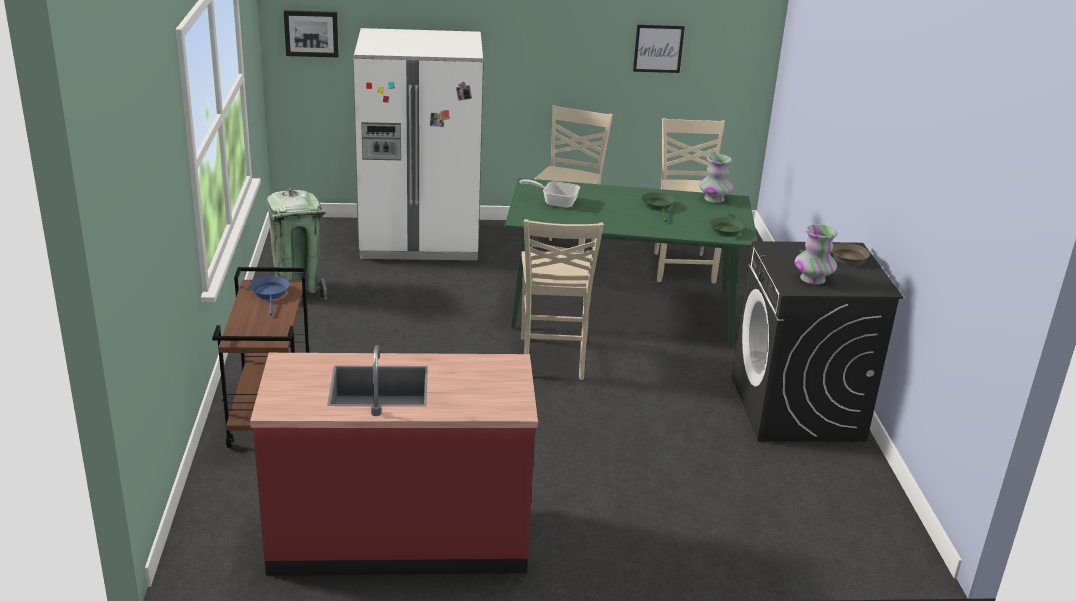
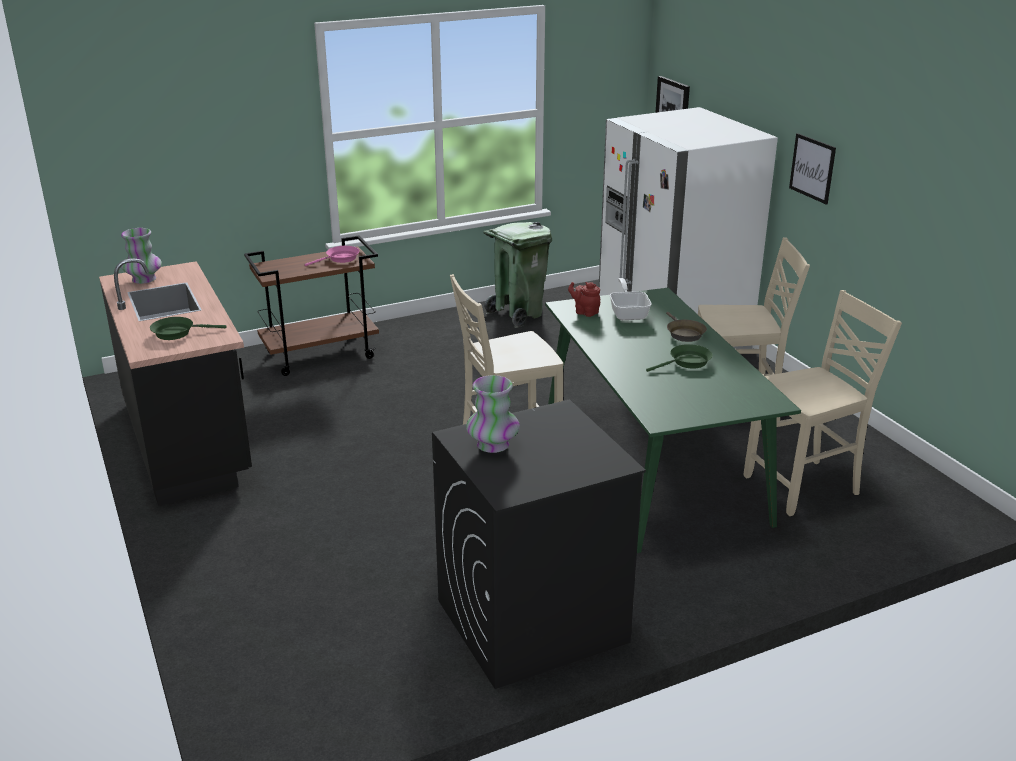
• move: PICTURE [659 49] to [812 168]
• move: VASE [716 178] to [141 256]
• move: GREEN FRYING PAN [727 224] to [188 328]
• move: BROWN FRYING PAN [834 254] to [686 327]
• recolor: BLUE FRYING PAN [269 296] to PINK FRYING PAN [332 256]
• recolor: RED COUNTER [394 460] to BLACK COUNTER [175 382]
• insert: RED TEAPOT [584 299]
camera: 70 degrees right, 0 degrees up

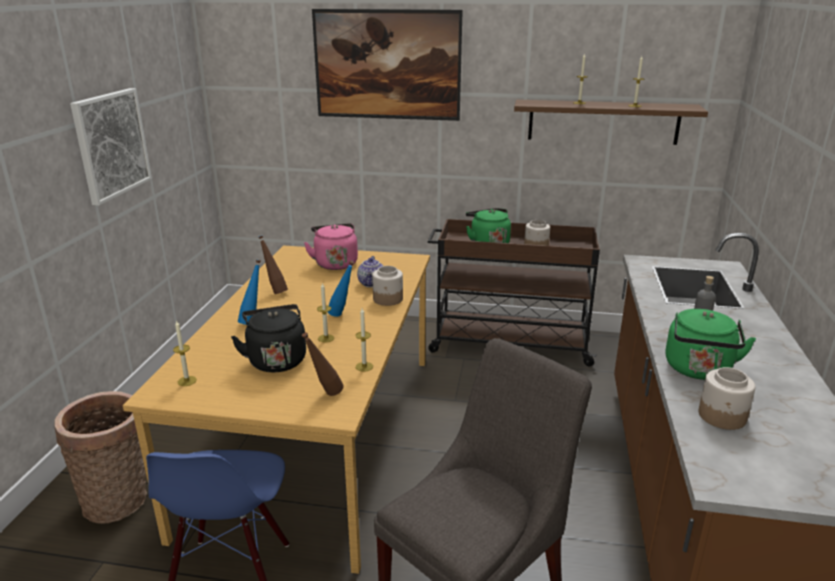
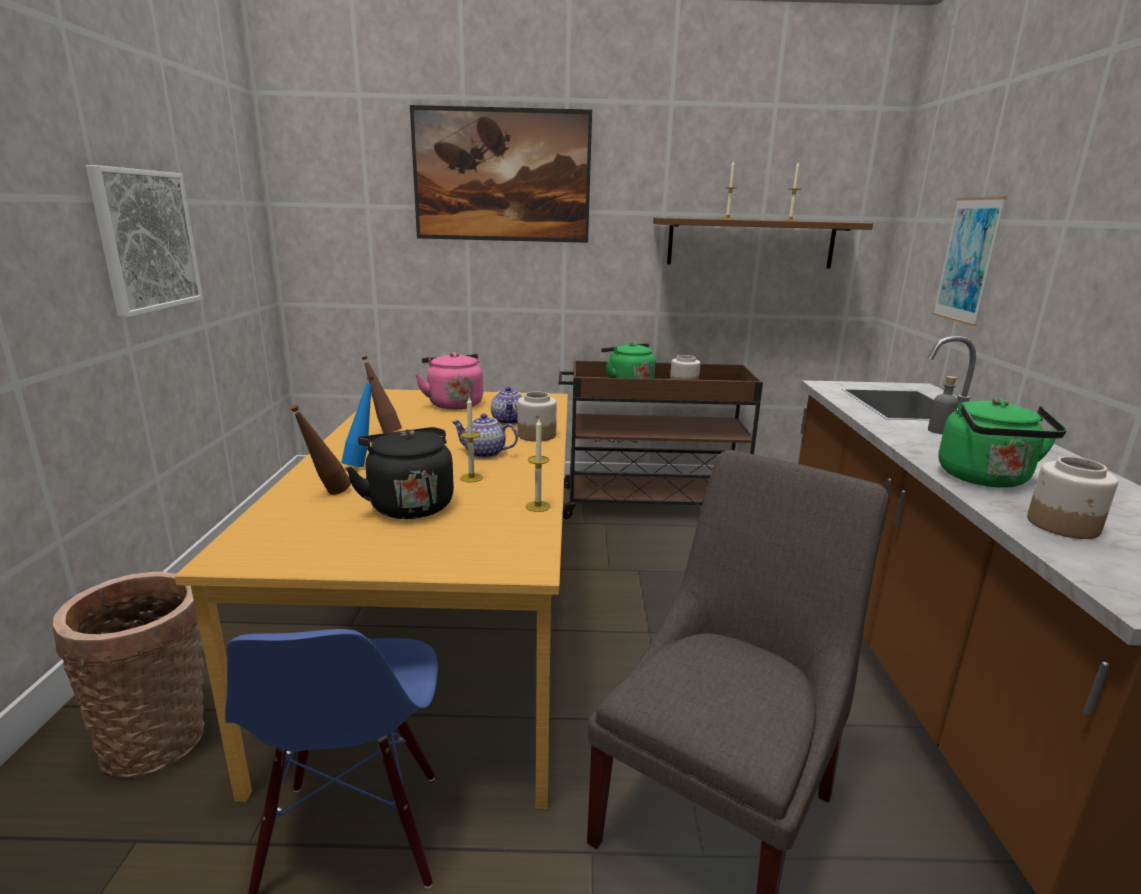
• replace: BLUE BOTTLE [341 289] to TEAPOT [484 436]
• delete: CANDLE [185 353]
• move: BROWN BOTTLE [323 364] to [320 450]
• insert: PICTURE [969 261]
camera: 10 degrees left, 5 degrees down

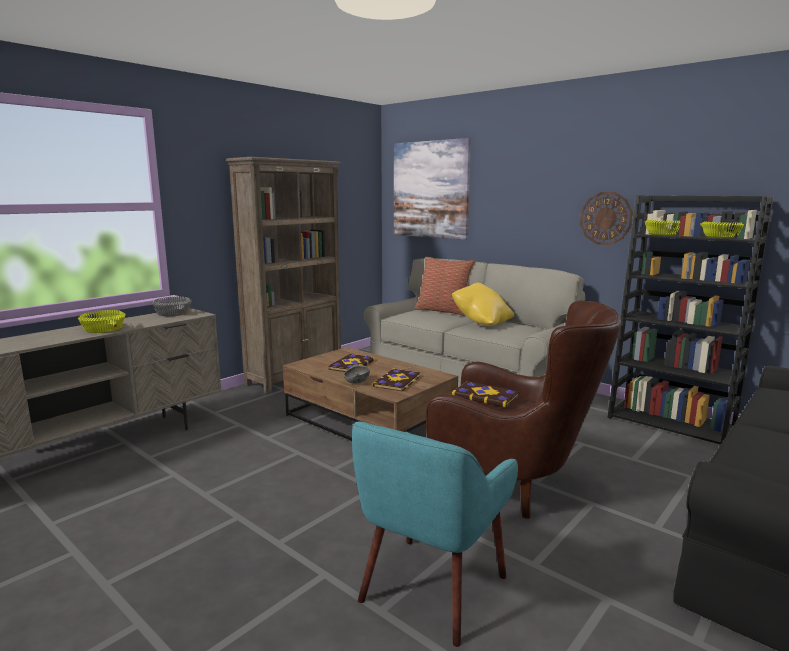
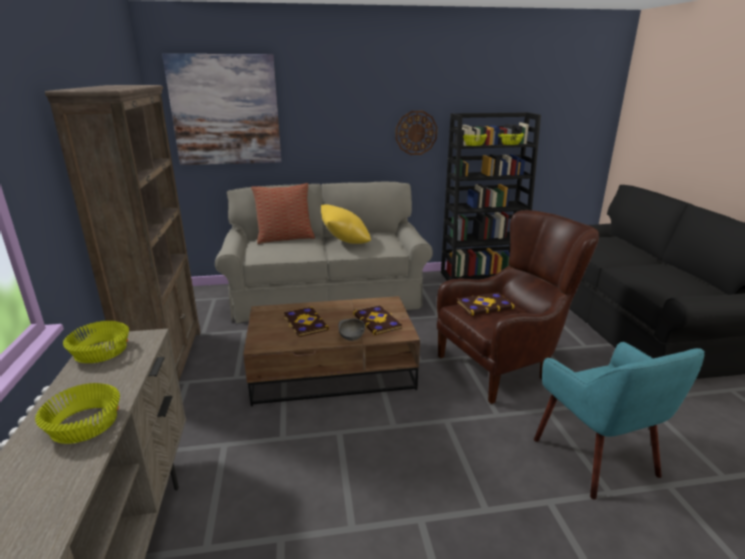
• recolor: GREY BOWL [172 306] to YELLOW BOWL [96 342]
camera: 50 degrees left, 10 degrees up

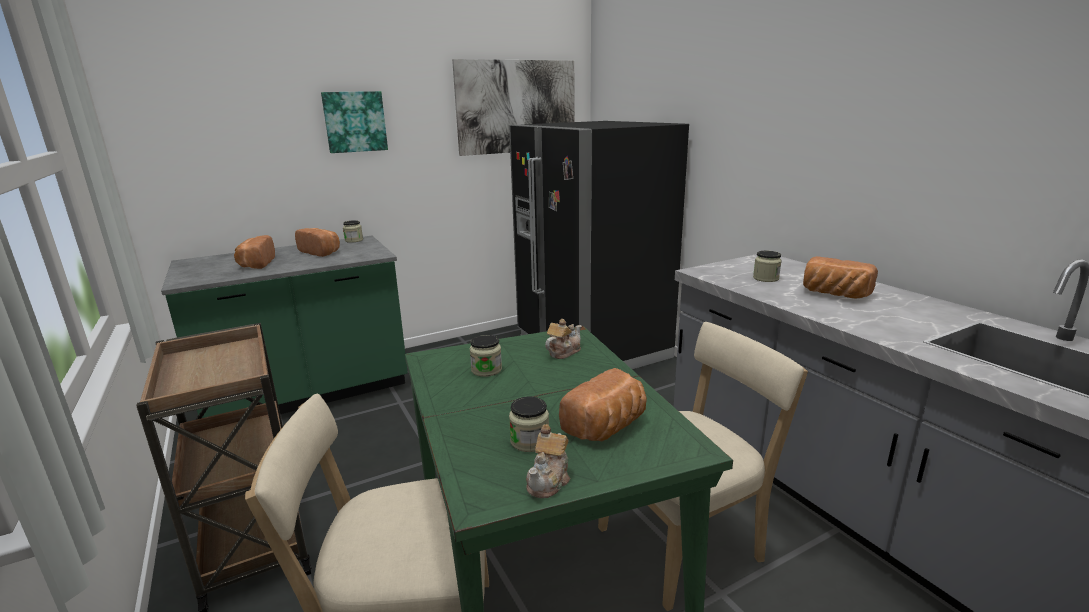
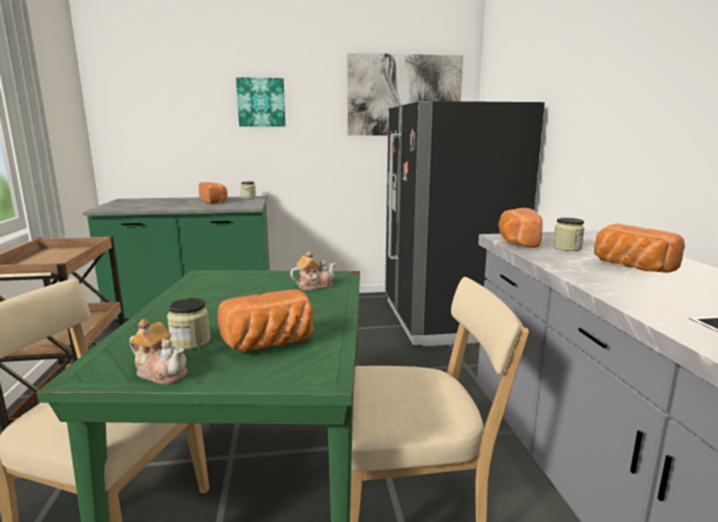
• move: BREAD [254 252] to [520 228]
• delete: JAR [486 356]
• rotate: TEAPOT [548 461] = [158 351] 105 degrees counterclockwise
camera: 20 degrees right, 5 degrees down

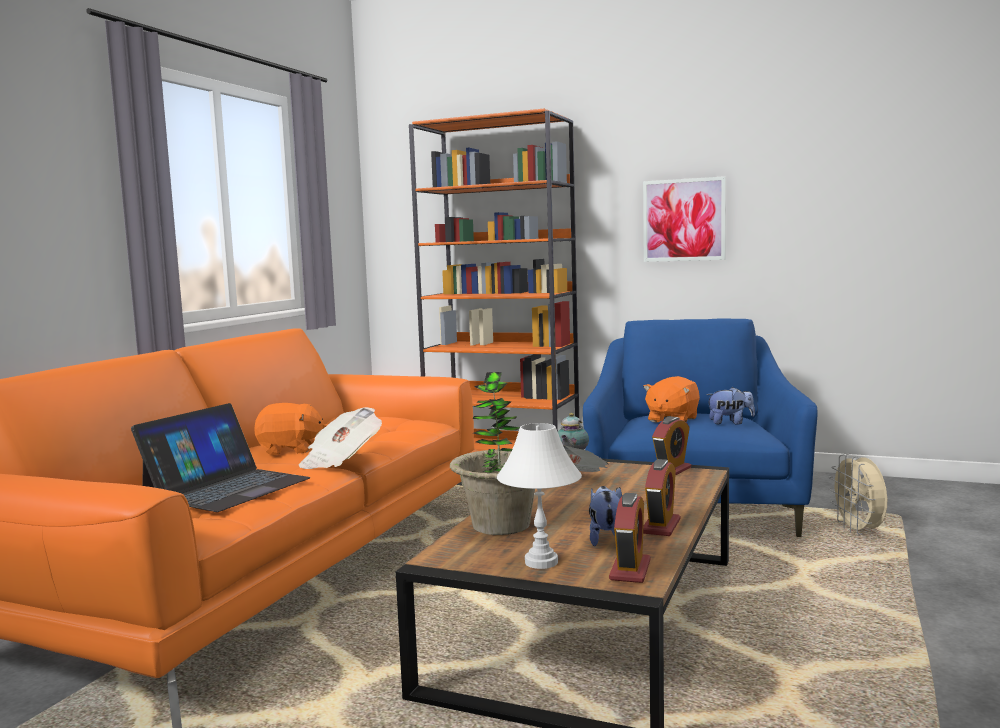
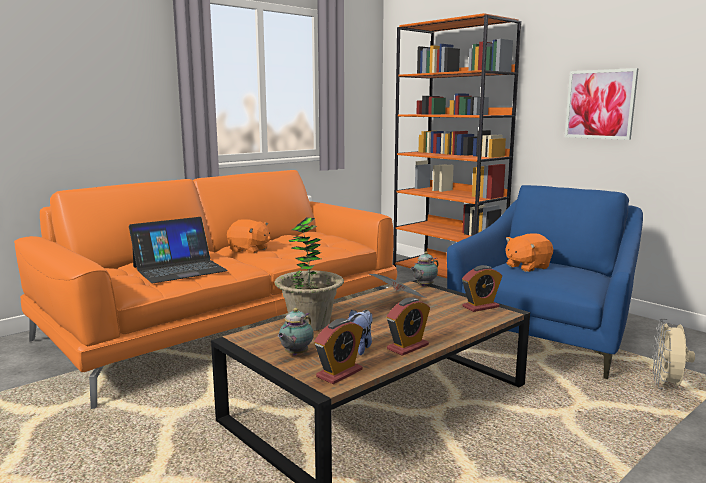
• delete: PLUSH TOY [730 406]
• delete: NEWSPAPER [340 438]
• replace: WHITE TABLE LAMP [539 496] to TEAPOT [296 332]
camera: 25 degrees right, 5 degrees up

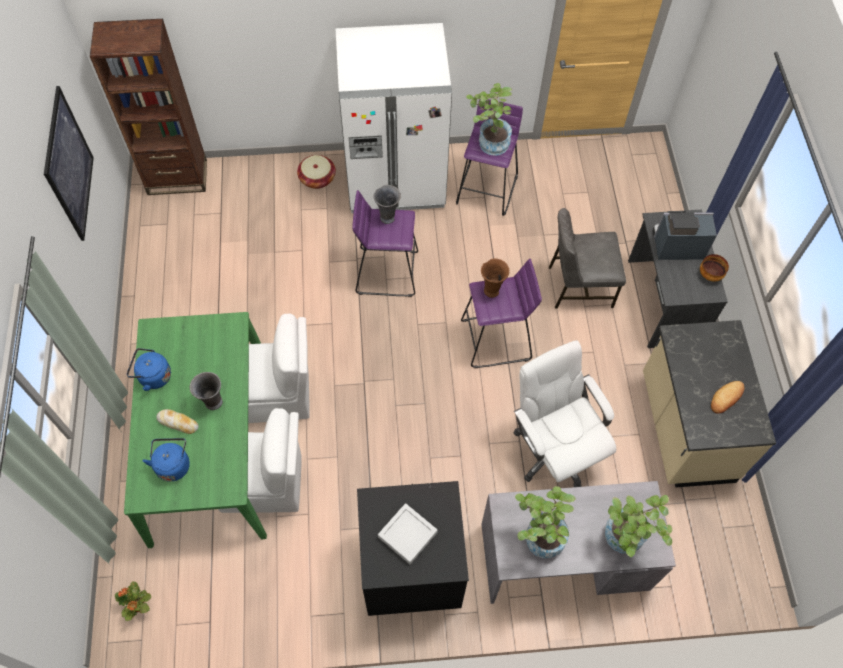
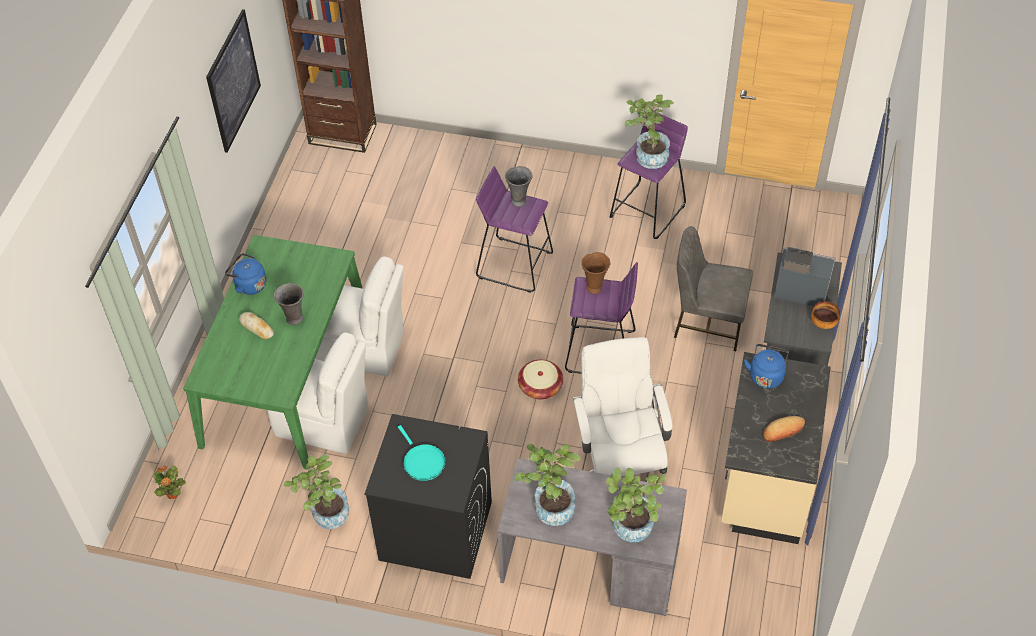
• delete: WHITE FRIDGE [394 118]
• move: BASKET [316 172] to [540 380]
• move: BLUE KETTLE [166 460] to [766 366]
• replace: GREY TRAY [408 533] to TURQUOISE FRYING PAN [422 453]
• insert: POTTED PLANT [316 492]
camera: 20 degrees right, 10 degrees down

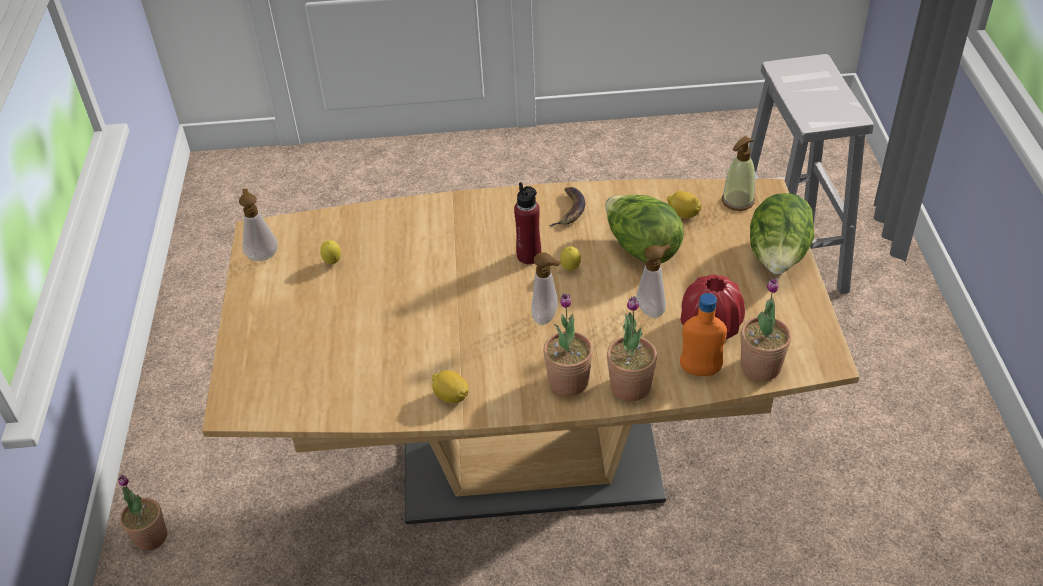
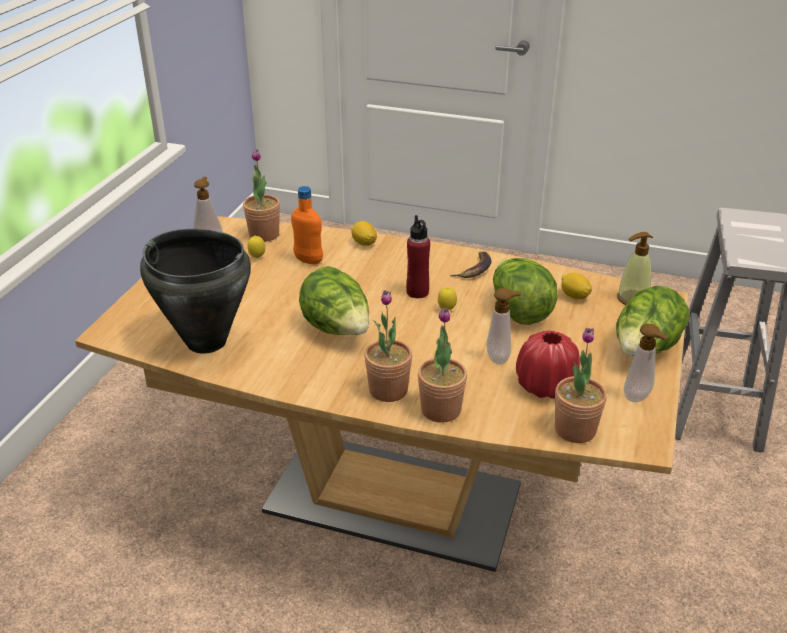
• move: SOAP DISPENSER [546 288] to [646 363]
• move: ORANGE BOTTLE [703 334] to [307 225]
• move: LEMON [450 386] to [364 233]
• move: POTTED PLANT [142 513] to [261 195]
• insert: BLACK COOKING POT [195 291]
• insert: LETTUCE [334 300]
camera: 20 degrees right, 10 degrees down

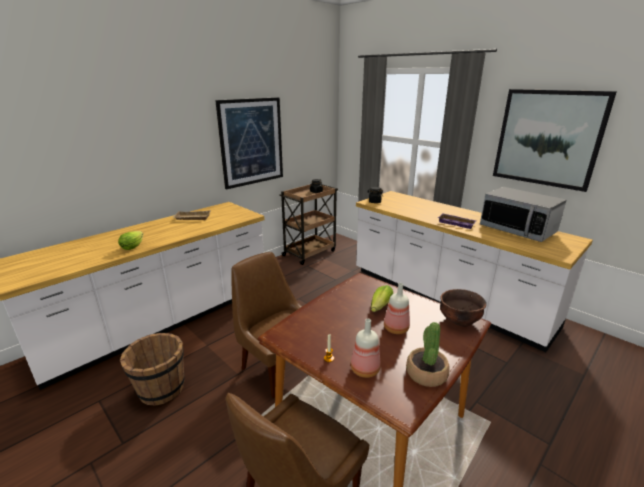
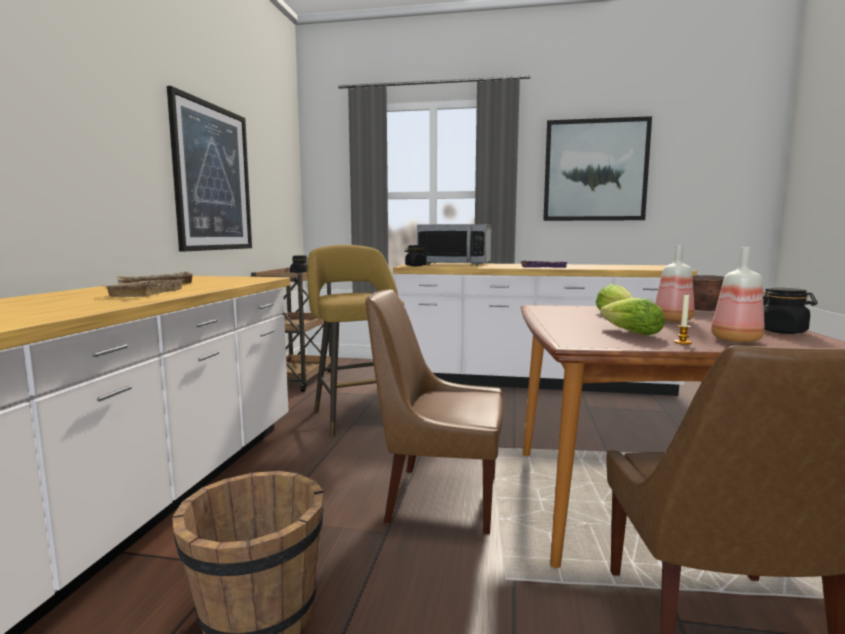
• move: MICROWAVE [523 214] to [454 244]
• move: LETTUCE [130 240] to [632 316]
• replace: POTTED PLANT [428 354] to BLACK JAR [790 311]
• insert: YELLOW STOOL [355 340]
• insert: BEIGE TRAY [145 288]
camera: 35 degrees left, 15 degrees down

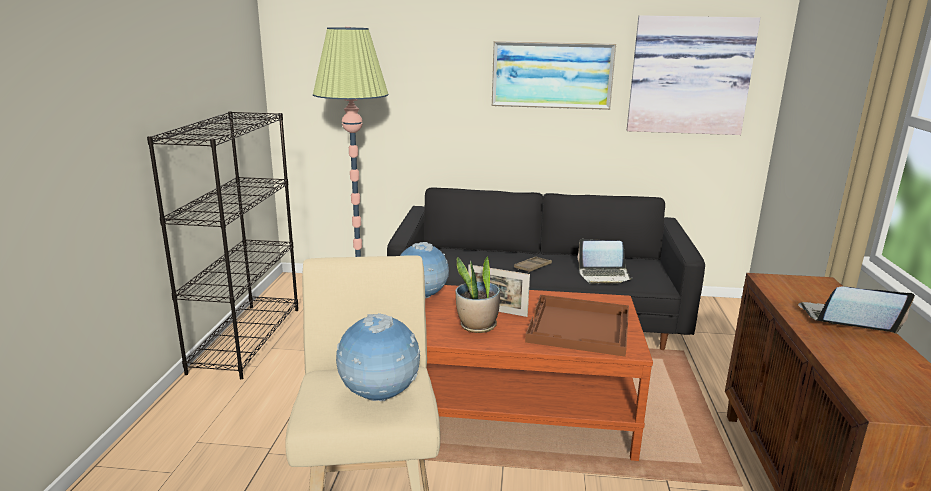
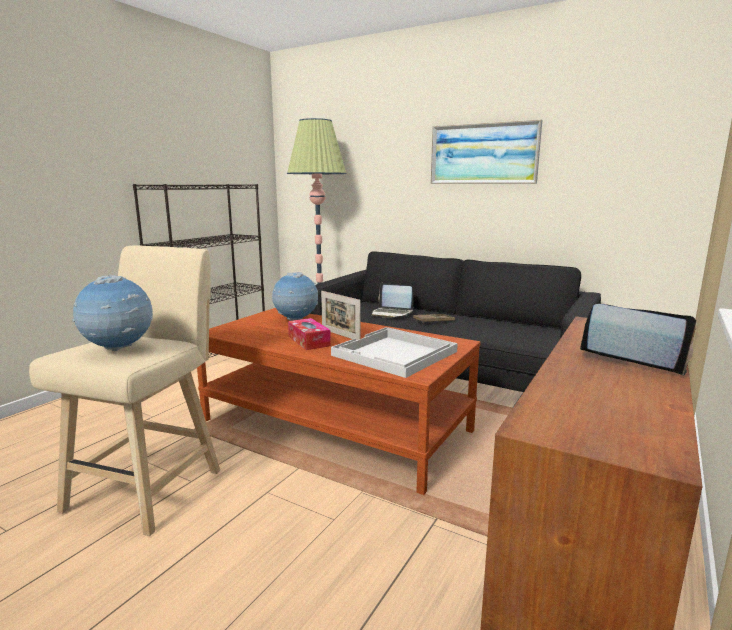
• delete: PICTURE [693 75]
• move: LAPTOP [605 261] to [392 300]
• replace: POTTED PLANT [477 294] to TISSUE BOX [309 334]
• recolor: BROWN TRAY [577 326] to WHITE TRAY [394 352]
camera: 25 degrees right, 5 degrees down

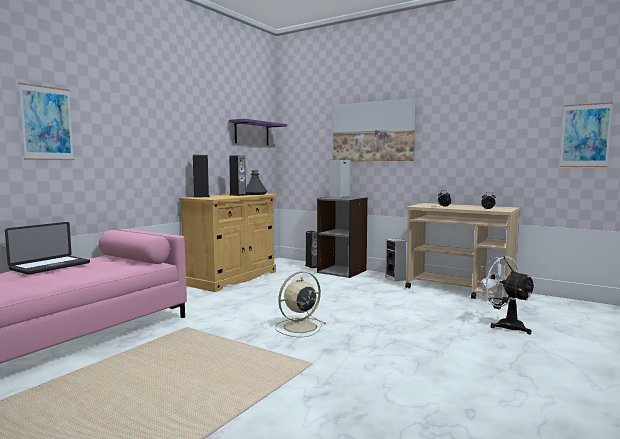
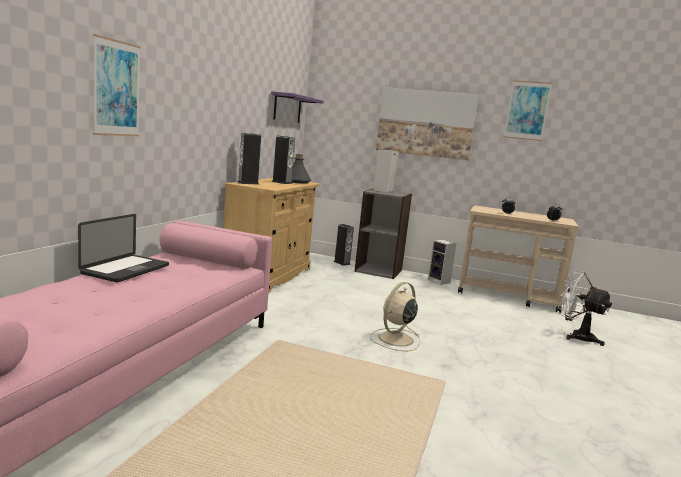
• move: PICTURE [586 134] to [528 110]
camera: 15 degrees left, 5 degrees up

